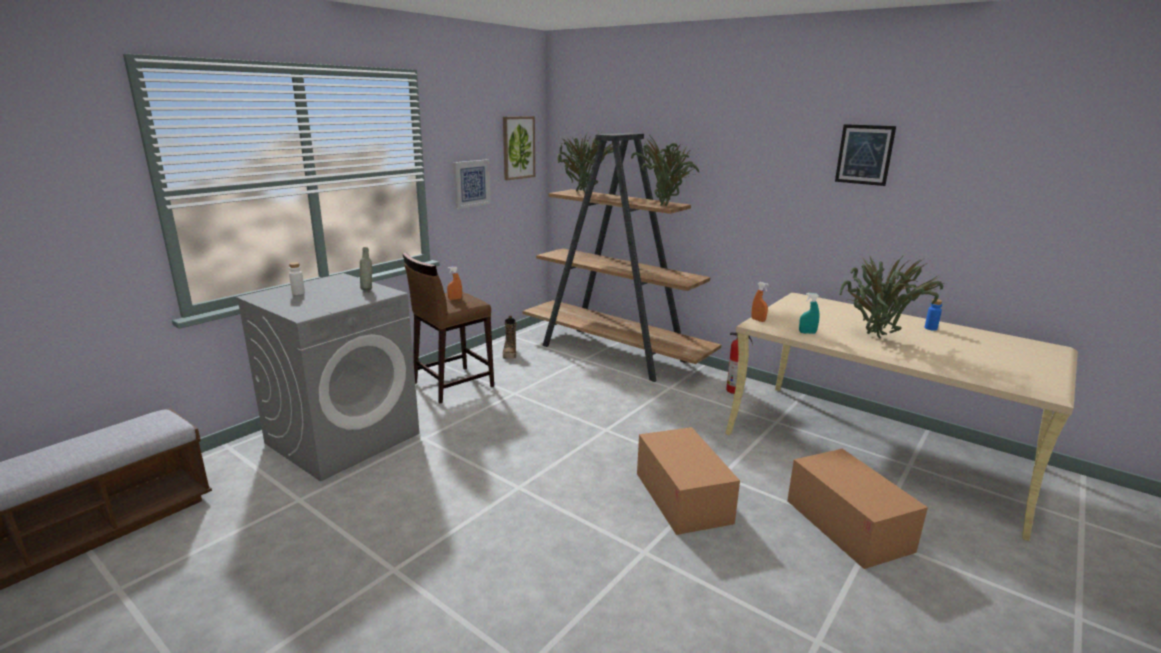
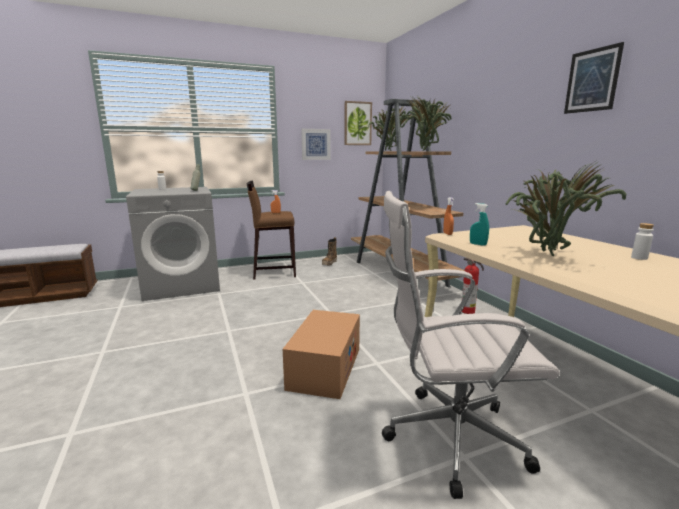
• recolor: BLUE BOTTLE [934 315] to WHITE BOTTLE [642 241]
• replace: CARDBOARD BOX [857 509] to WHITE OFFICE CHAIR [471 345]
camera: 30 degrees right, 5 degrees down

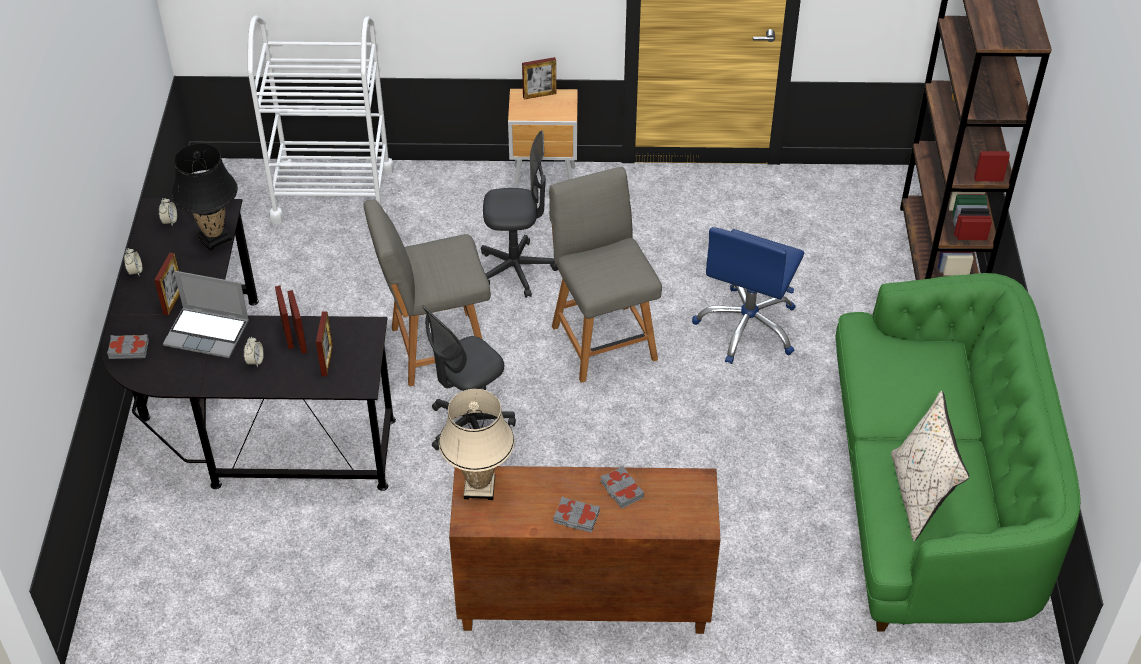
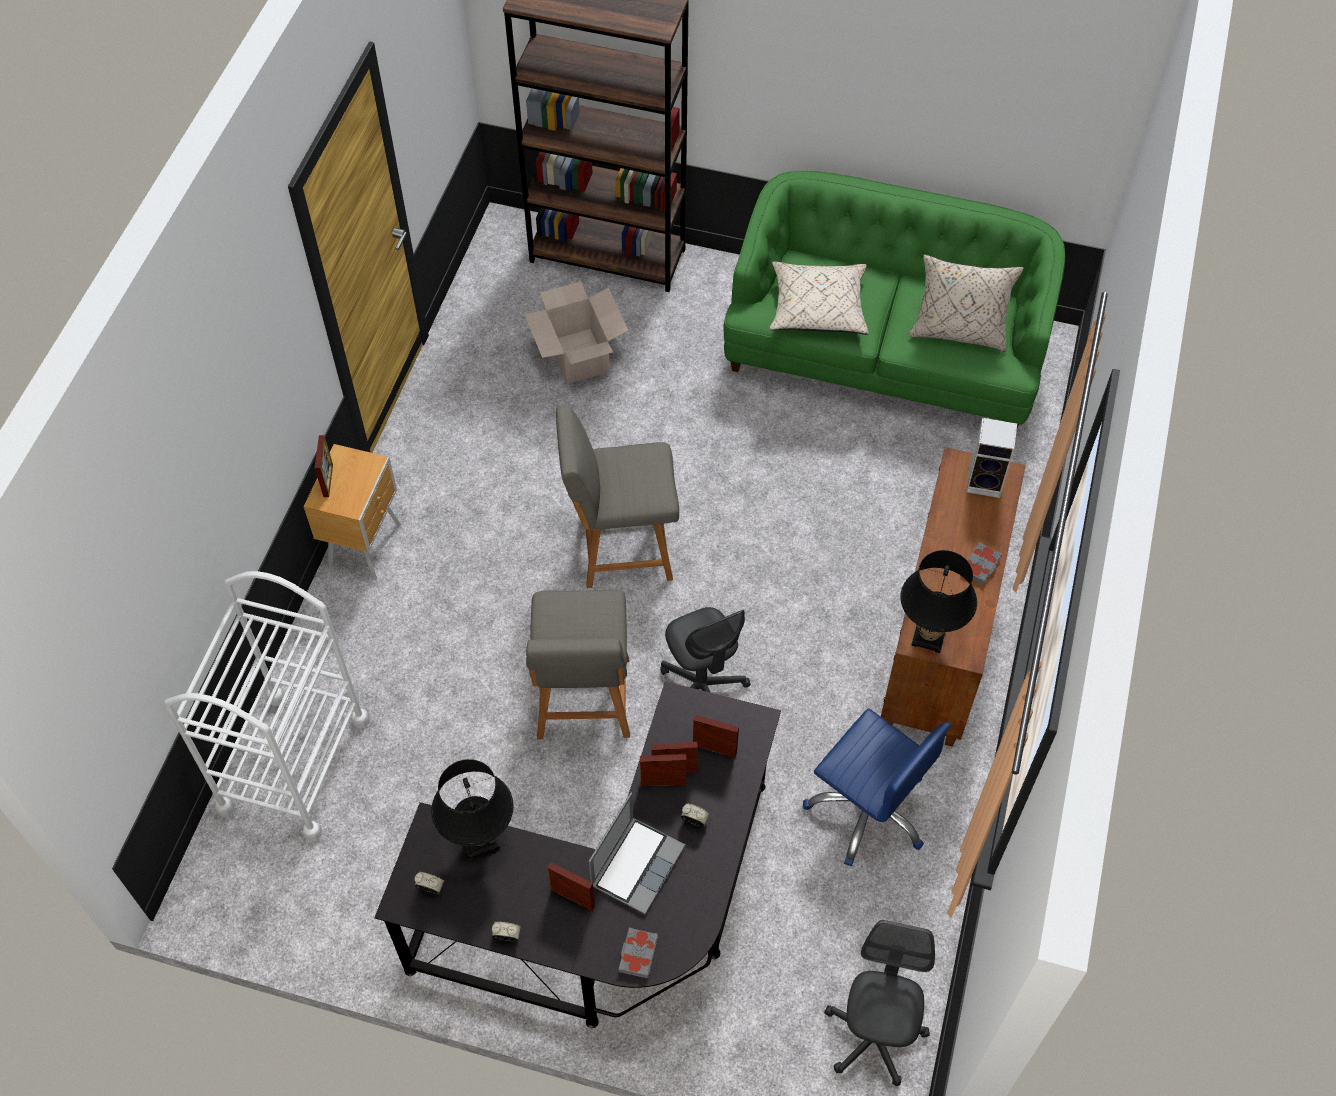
• move: GREY OFFICE CHAIR [519 214] to [879 1003]
• move: BLUE OFFICE CHAIR [748 295] to [877 787]
• recolor: BEIGE TABLE LAMP [477 444] to BLACK TABLE LAMP [938 601]
• delete: GREY BOOK [622 487]
• insert: BEIGE PILLOW [819 298]
• insert: CARDBOARD BOX [576 332]
• insert: SPEAKER [991 458]
camera: 75 degrees left, 10 degrees up

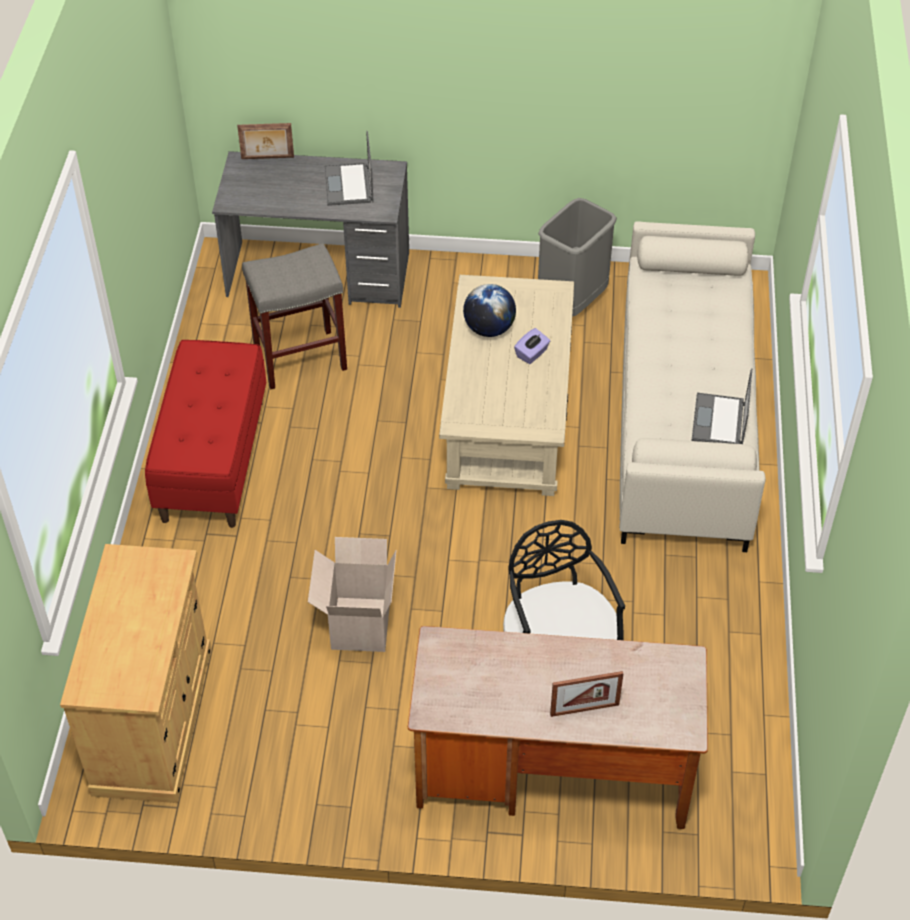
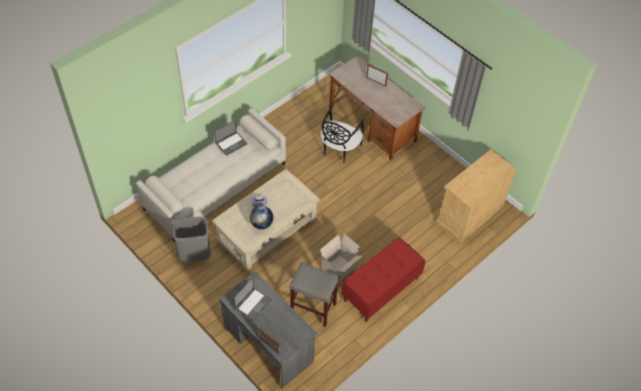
• move: CARDBOARD BOX [352 594] to [341 258]
camera: 140 degrees left, 5 degrees up

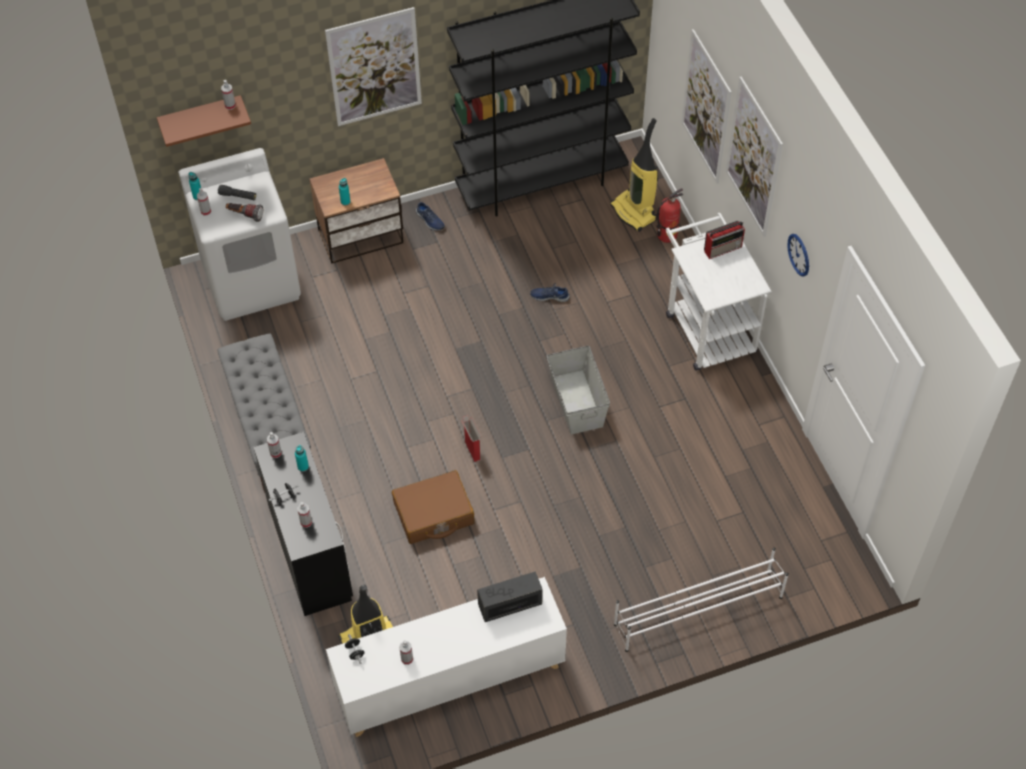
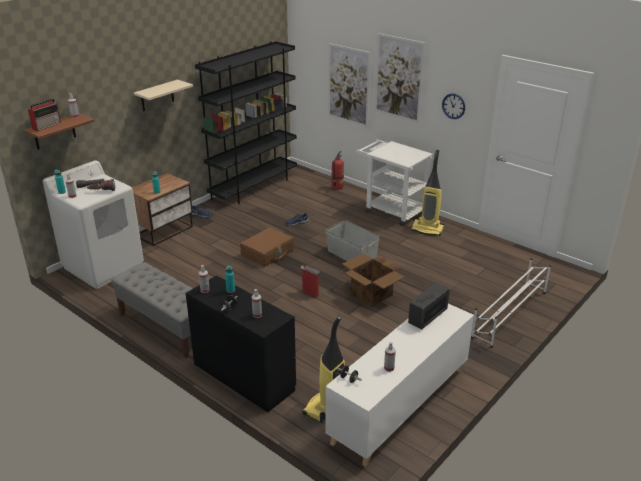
• replace: PICTURE [373 66] to BEIGE SHELF [163 95]
• move: VACUUM CLEANER [634 175] to [427 193]
• move: RADIO [724 240] to [44 115]
• move: BROWN SUITCASE [433 507] to [267 247]
• insert: CARDBOARD BOX [373 280]
camera: 30 degrees left, 25 degrees down

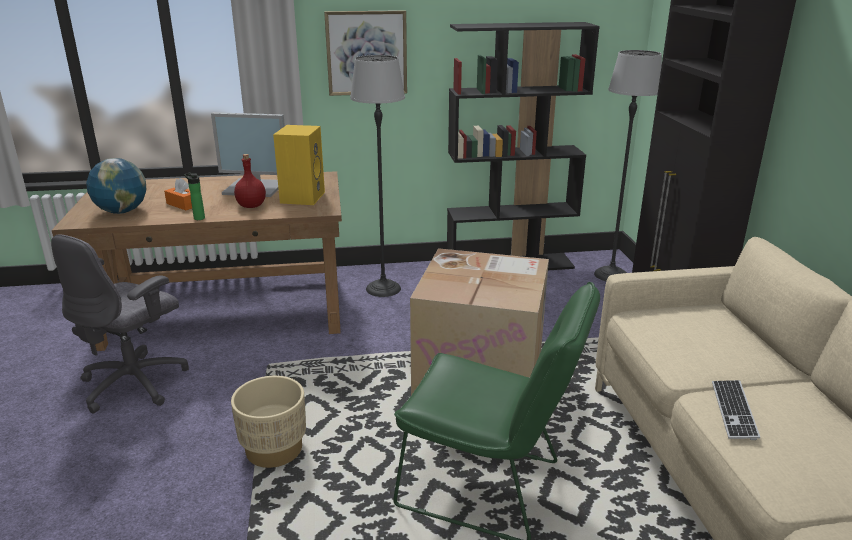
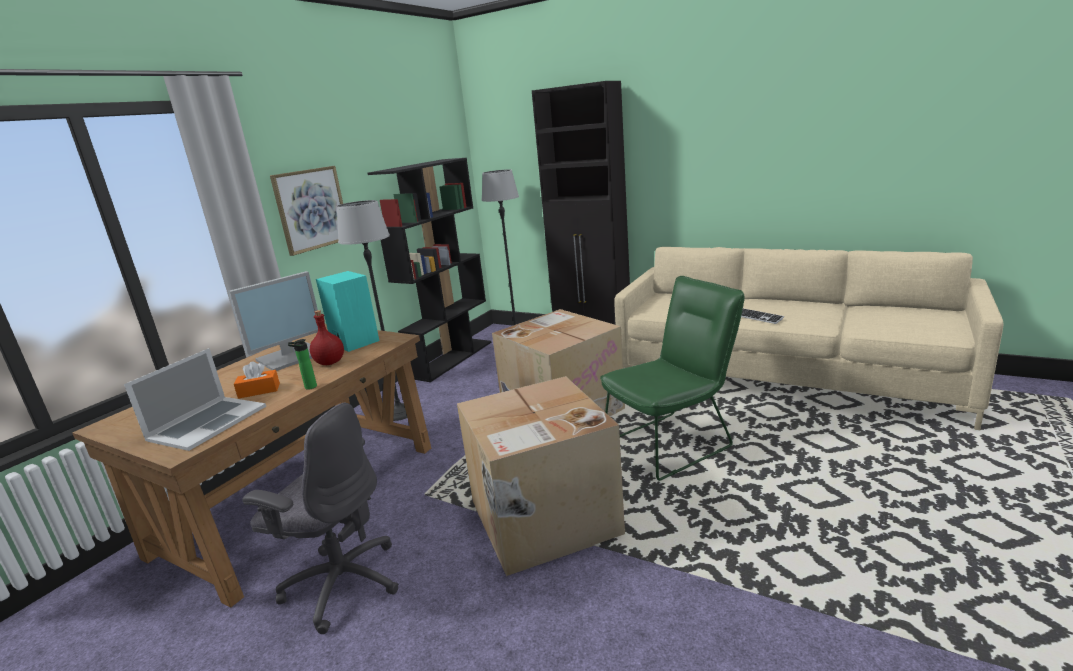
• recolor: YELLOW SPEAKER [299 165] to TURQUOISE SPEAKER [347 311]
• replace: GLOBE [116 186] to LAPTOP [195 399]
• rotate: GREY OFFICE CHAIR [120 323] = [320 518] 45 degrees counterclockwise
• replace: BEIGE PLANTER [268 422] to CARDBOARD BOX [541 476]
camera: 50 degrees left, 5 degrees down

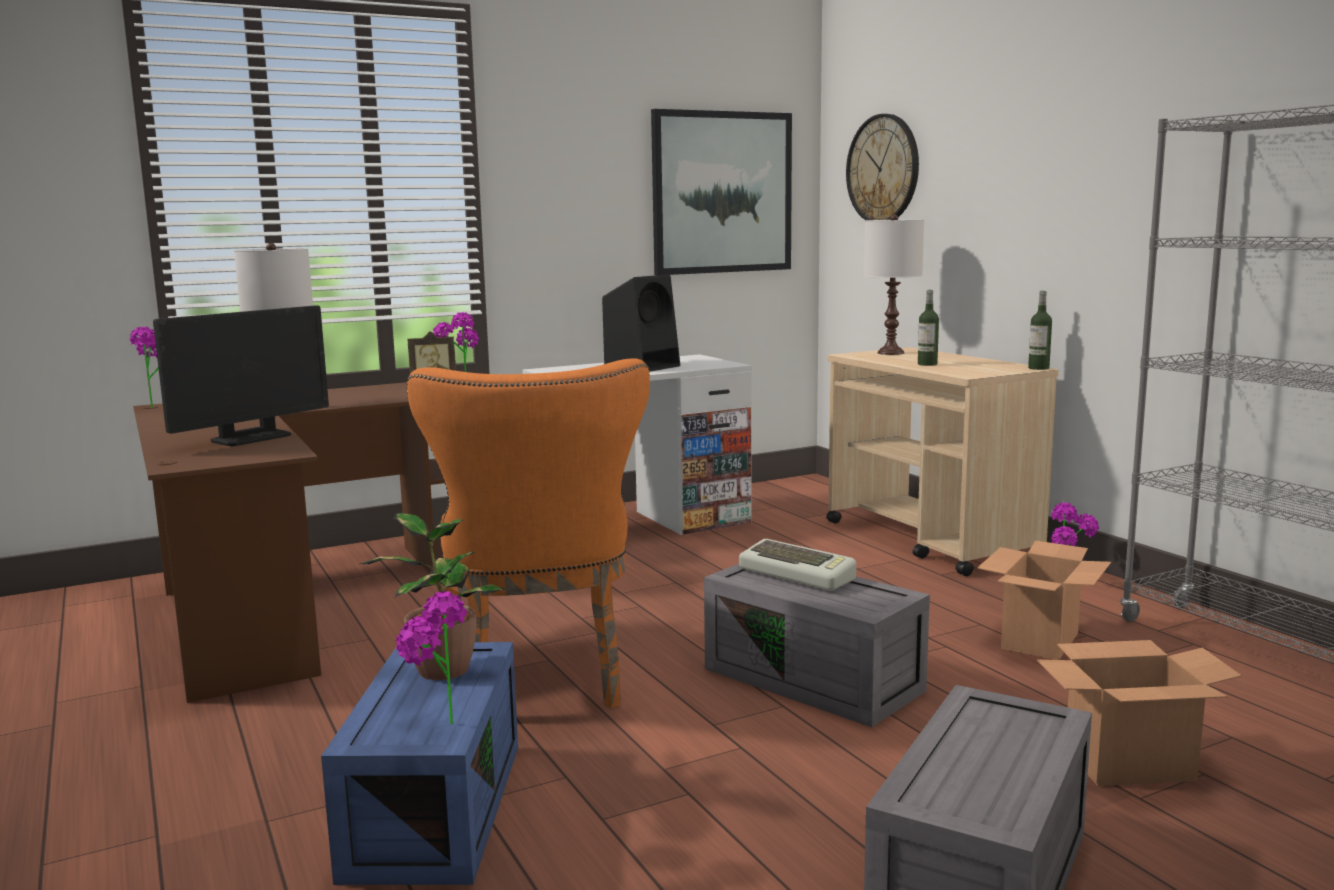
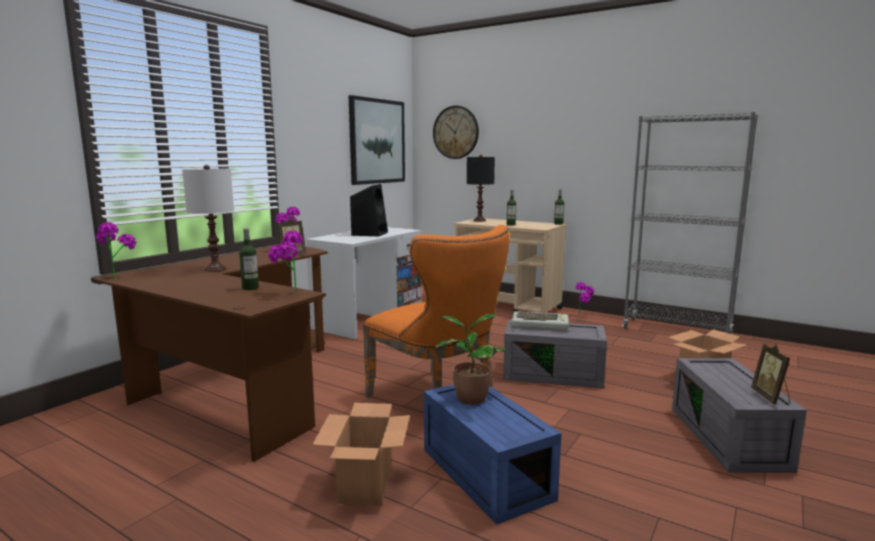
• recolor: WHITE TABLE LAMP [894 284] to BLACK TABLE LAMP [481 188]
• replace: MONITOR [241 375] to BOTTLE [249 259]
• move: CARDBOARD BOX [1044 600] to [361 454]
• move: POTTED PLANT [431 657] to [285 262]
• insert: PICTURE FRAME [770 374]
camera: 30 degrees left, 0 degrees up

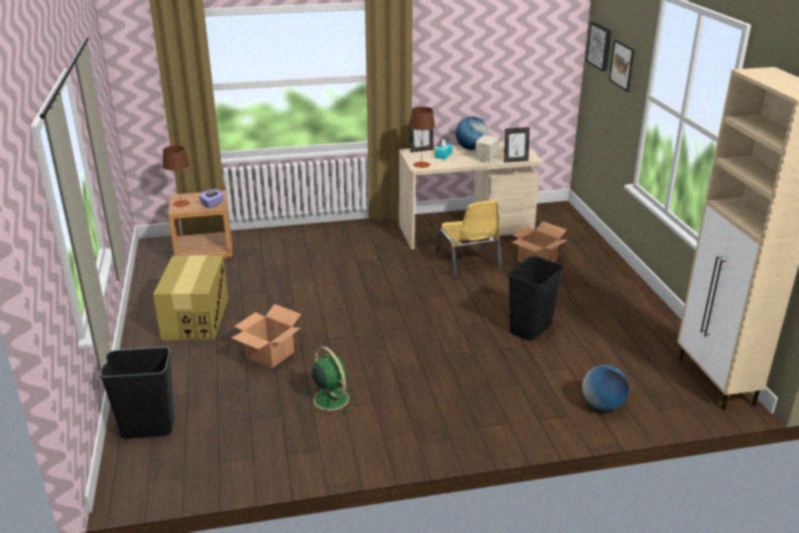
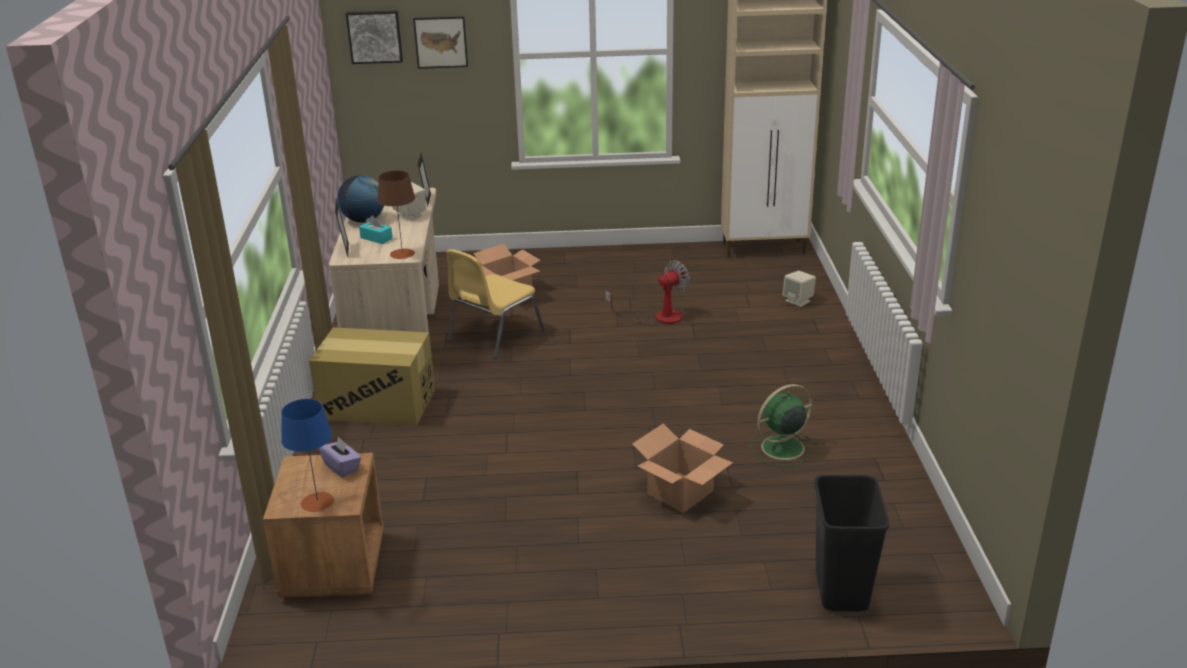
• recolor: BROWN TABLE LAMP [176 176] to BLUE TABLE LAMP [307 455]
• rotate: YELLOW CHAIR [468 240] = [495 304] 135 degrees clockwise
• move: CARDBOARD BOX [190 297] to [372 376]
• replace: BLACK TRASH CAN [535 298] to FAN [647 292]
• replace: GLOBE [605 388] to BEIGE SPEAKER [799 289]
camera: 80 degrees left, 0 degrees up

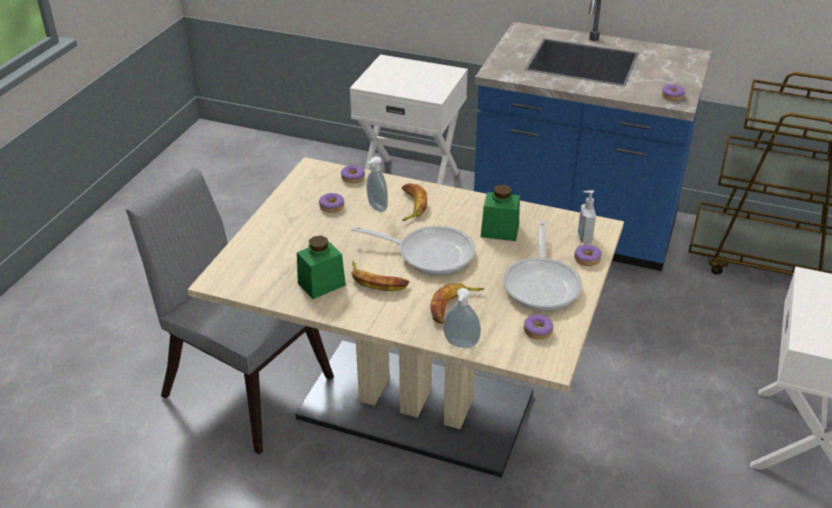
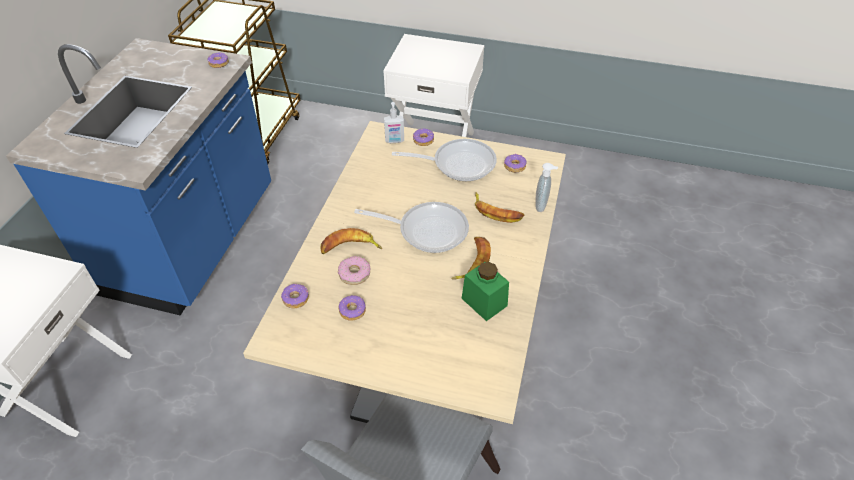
• replace: SOAP DISPENSER [377 184] to DONUT [354 270]
• delete: GREEN JAR [500 213]
• rotate: FRYING PAN [413 250] = [411 227] 90 degrees clockwise
camera: 95 degrees left, 10 degrees up

